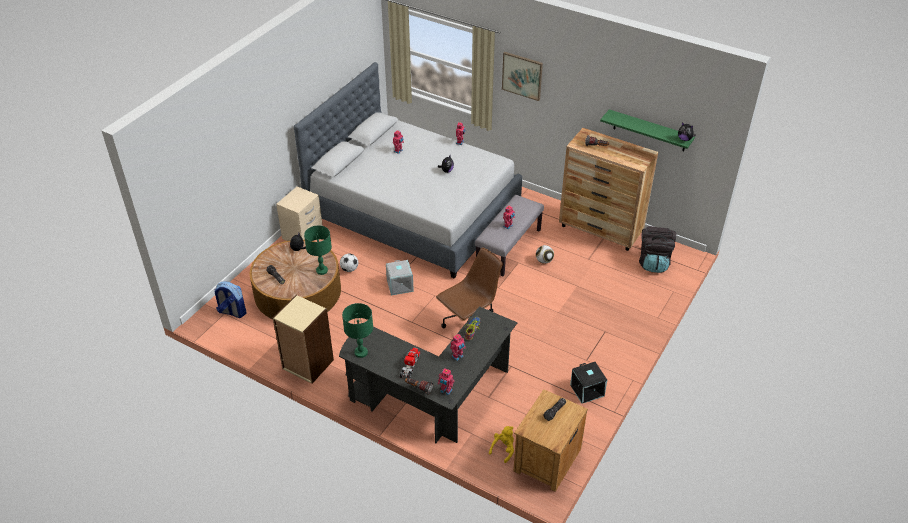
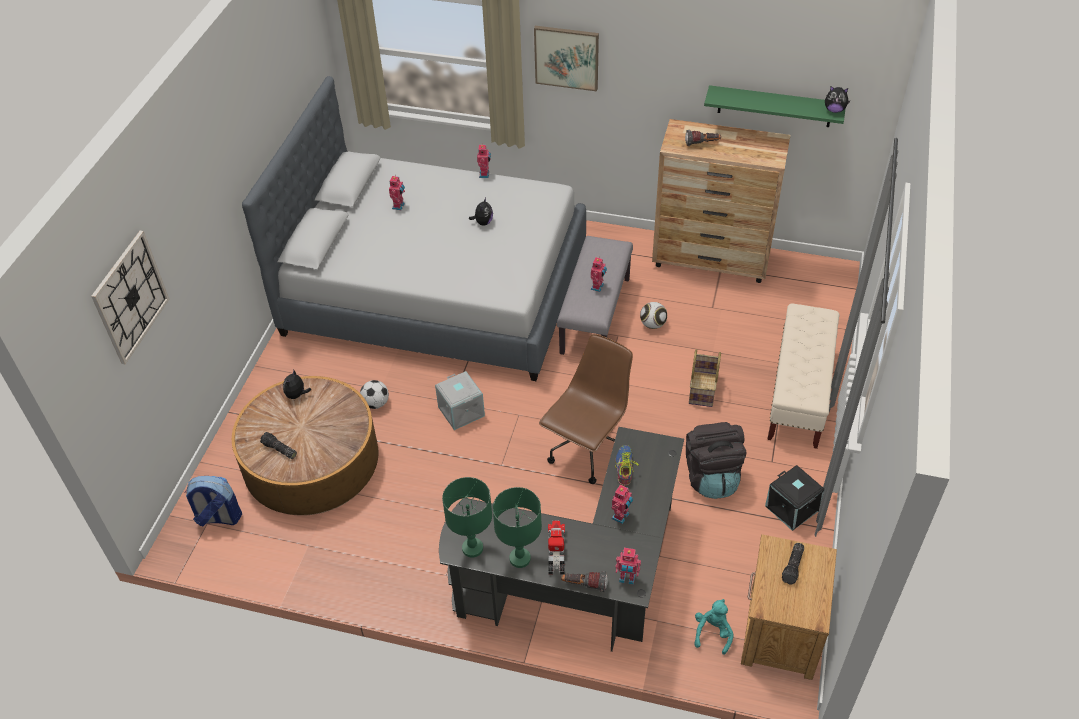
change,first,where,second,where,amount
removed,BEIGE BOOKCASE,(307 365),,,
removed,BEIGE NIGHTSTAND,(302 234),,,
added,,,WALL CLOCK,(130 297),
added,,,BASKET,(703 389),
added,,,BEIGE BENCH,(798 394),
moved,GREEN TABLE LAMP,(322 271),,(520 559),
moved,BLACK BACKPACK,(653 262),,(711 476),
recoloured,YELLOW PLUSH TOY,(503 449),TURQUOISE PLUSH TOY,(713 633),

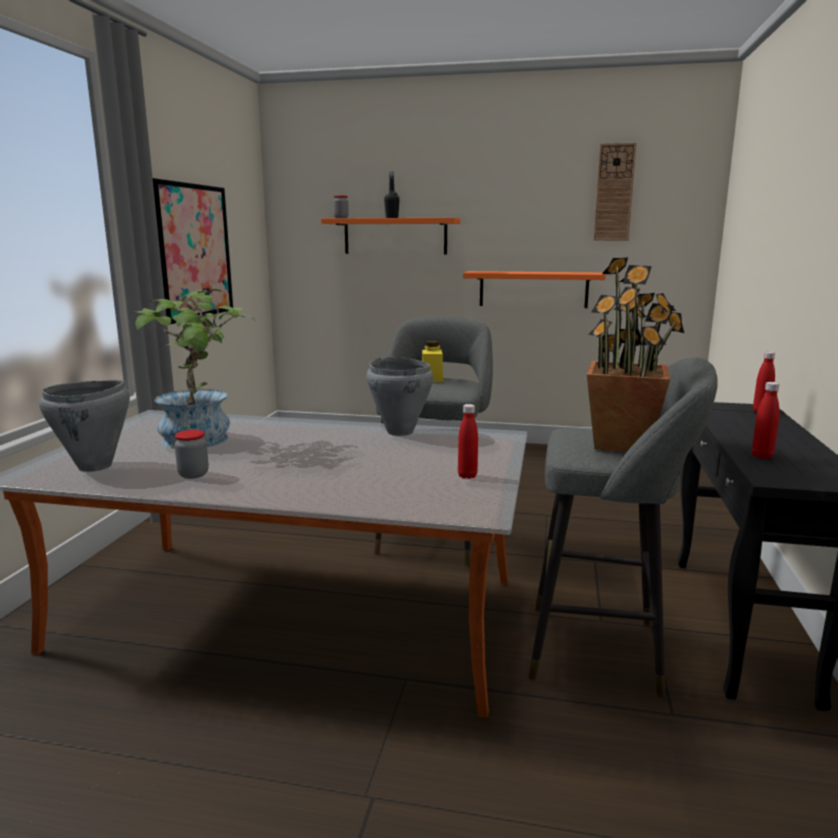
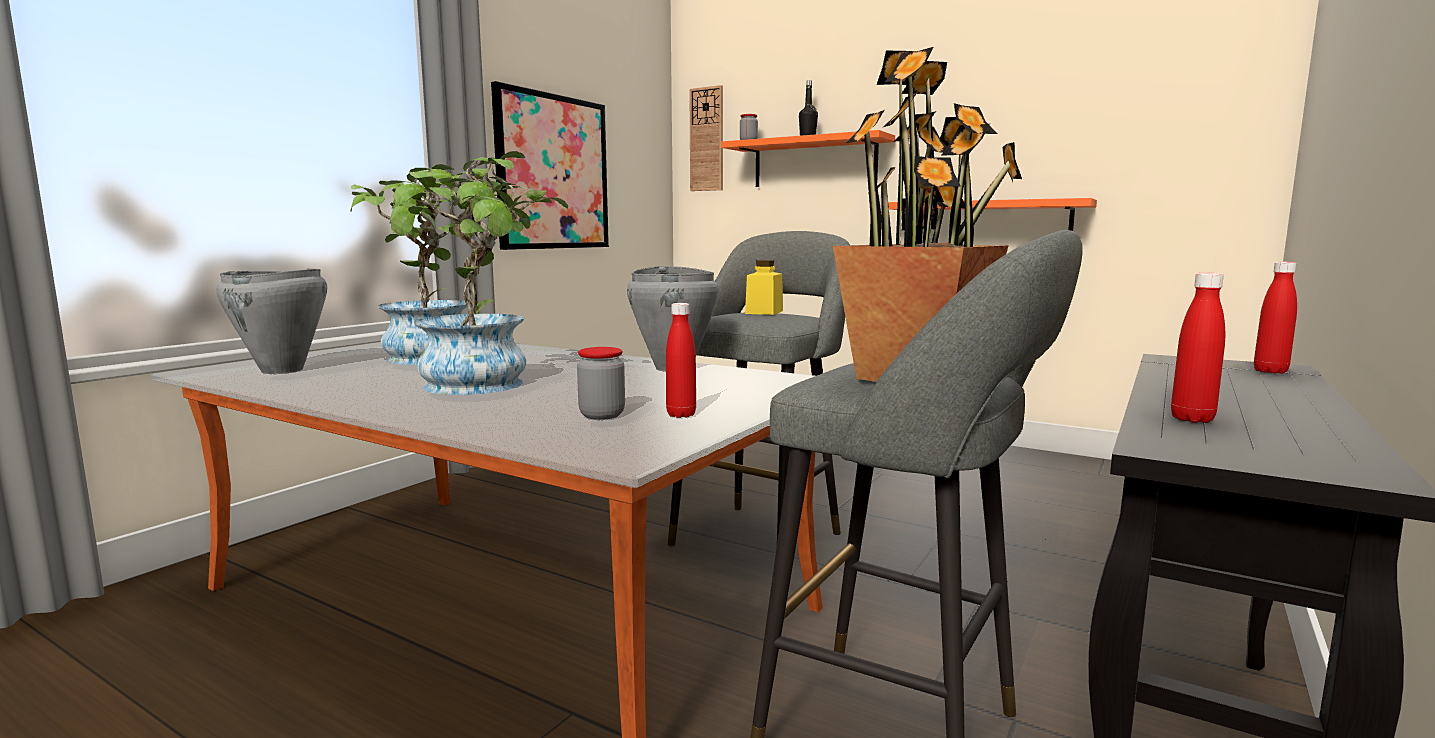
change,first,where,second,where,amount
added,,,POTTED PLANT,(486 386),
moved,JAR,(193 474),,(602 415),
moved,WALL CLOCK,(614 192),,(706 139),

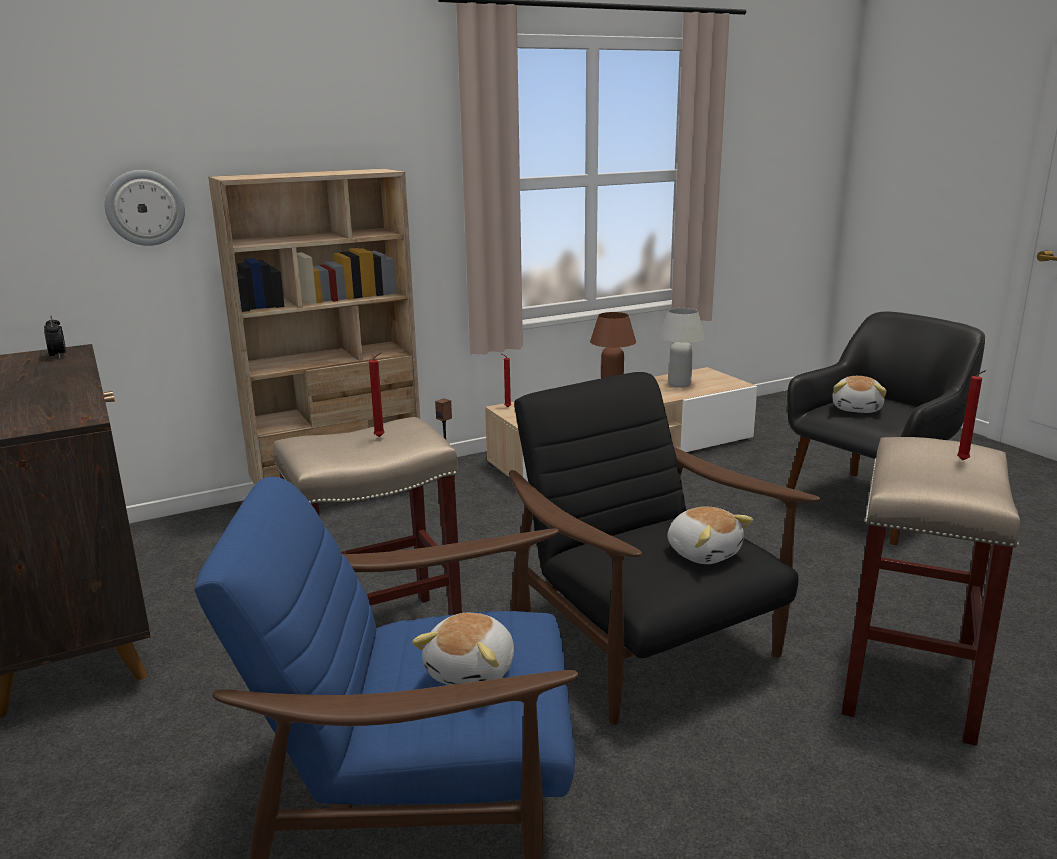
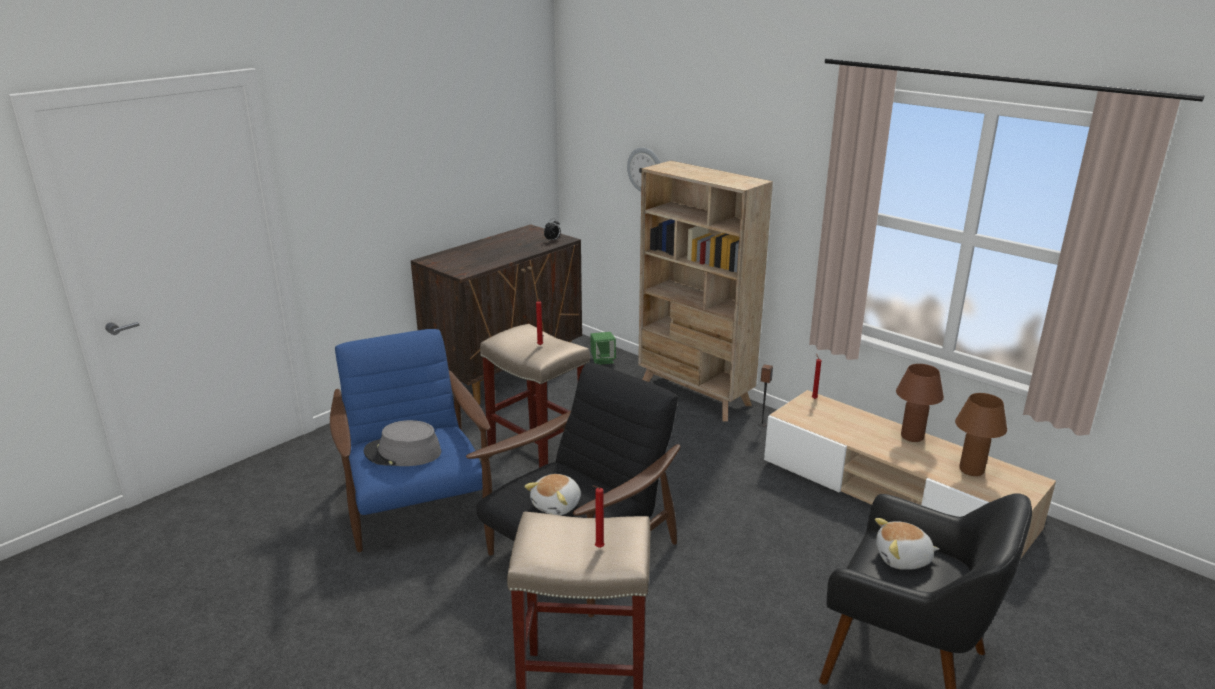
change,first,where,second,where,amount
added,,,GREEN SPEAKER,(603 360),
replaced,PLUSH TOY,(473 671),GREY HAT,(402 453),
recoloured,WHITE TABLE LAMP,(679 384),BROWN TABLE LAMP,(971 470),

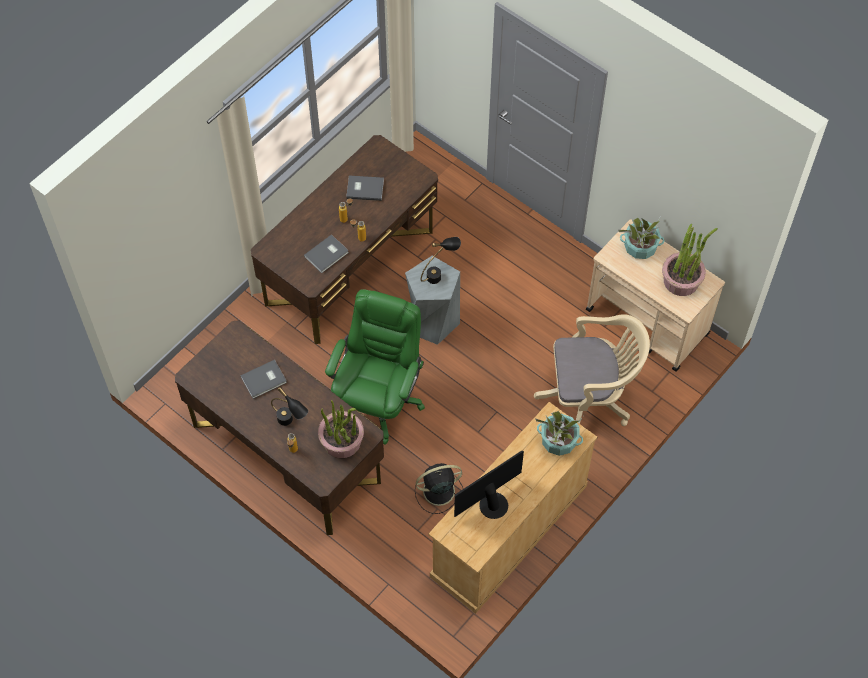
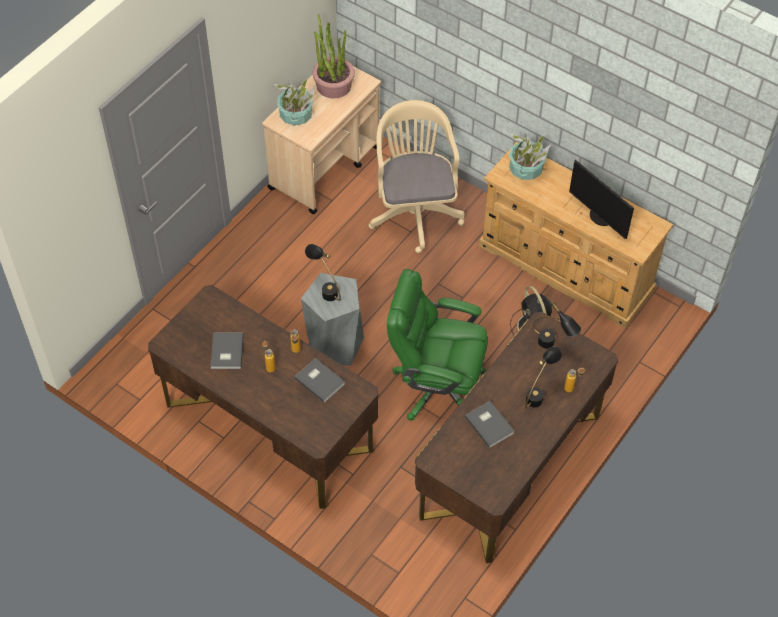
change,first,where,second,where,amount
replaced,POTTED PLANT,(342 441),BLACK TABLE LAMP,(552 346),

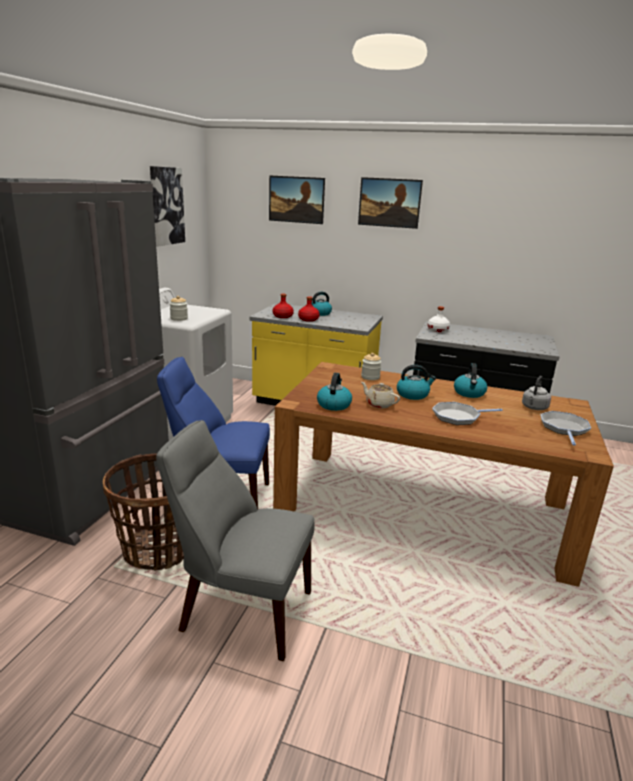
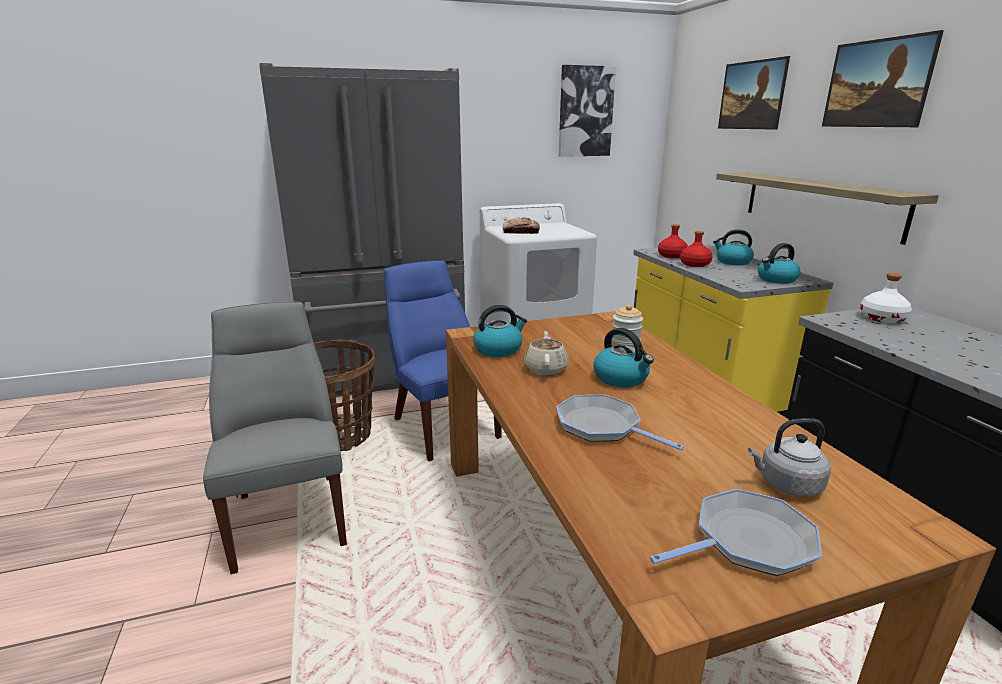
change,first,where,second,where,amount
added,,,SHELF,(820 204),
moved,KETTLE,(469 393),,(776 279),
replaced,JAR,(179 318),BREAD,(521 232),

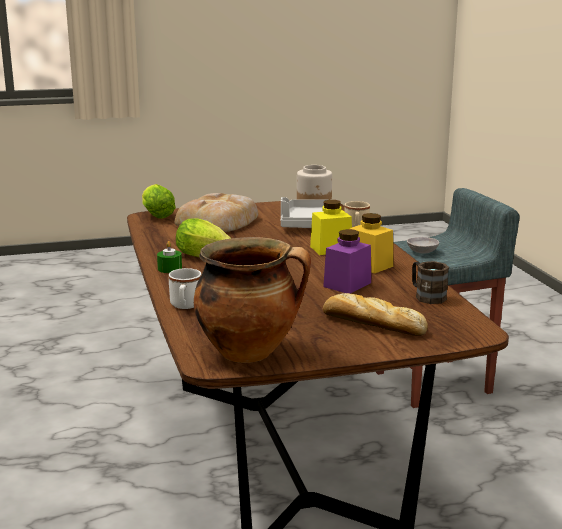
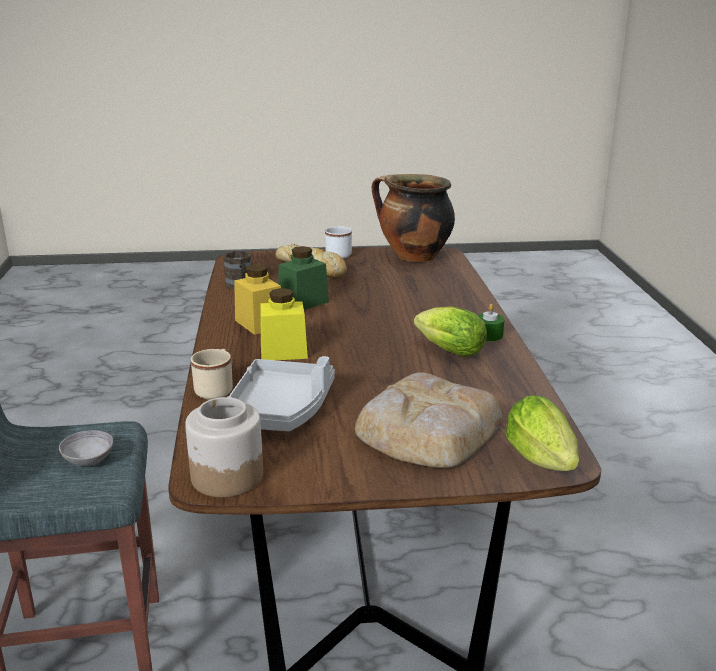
change,first,where,second,where,amount
moved,WHITE MUG,(185 306),,(339 254),
recoloured,PURPLE JAR,(347 285),GREEN JAR,(303 302),

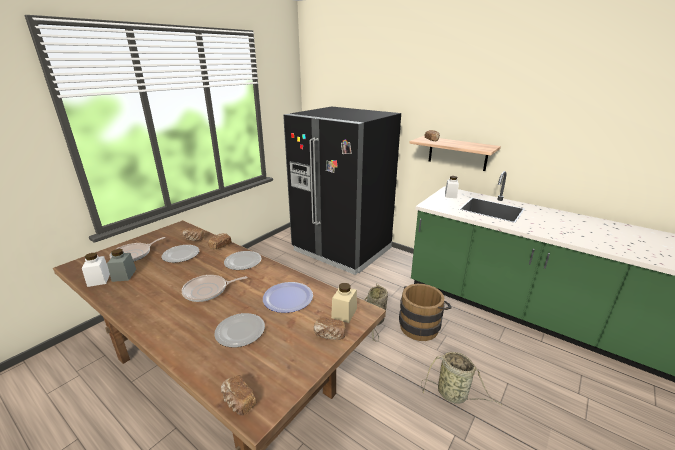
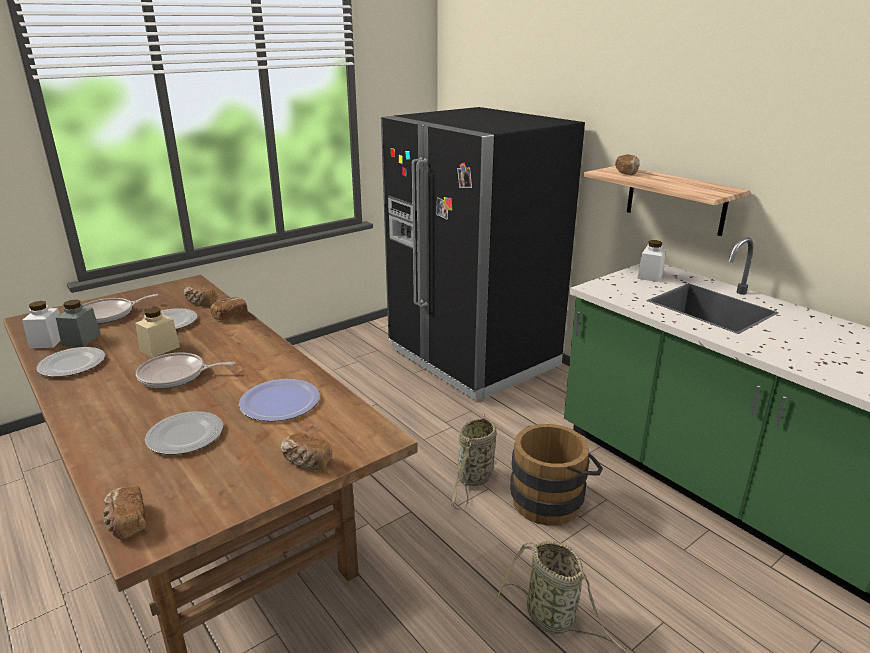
change,first,where,second,where,amount
moved,PLATE,(243 261),,(73 364),
moved,BEIGE JAR,(344 313),,(160 348),

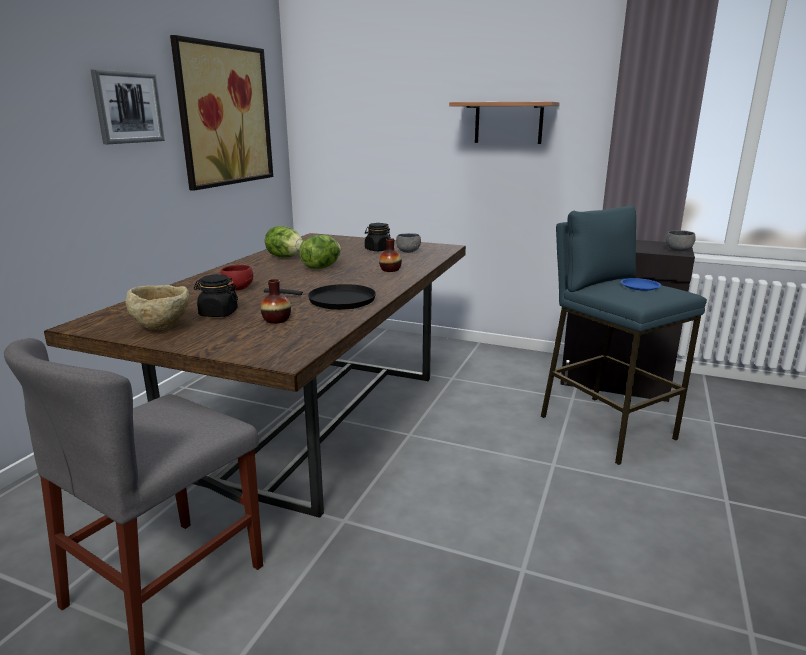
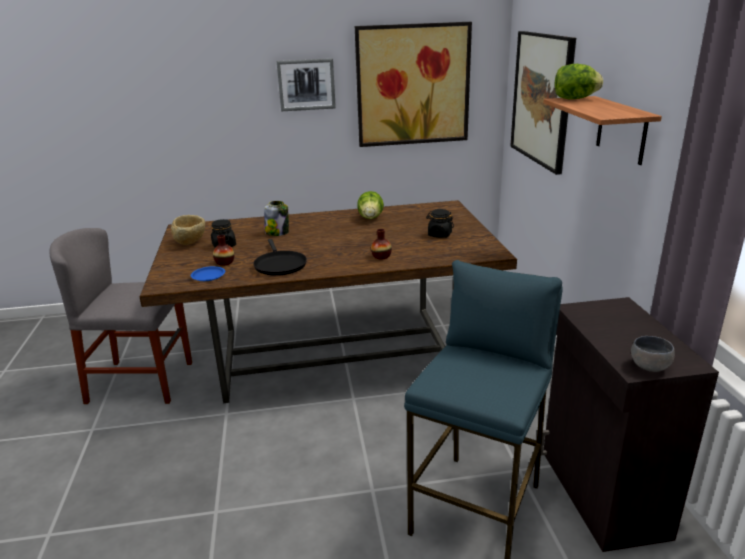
change,first,where,second,where,amount
removed,GREY BOWL,(408 251),,,
added,,,PICTURE,(541 99),
moved,LETTUCE,(321 267),,(574 99),
moved,BLUE PLATE,(640 287),,(208 276),
replaced,RED BOWL,(237 288),JAR,(277 232),

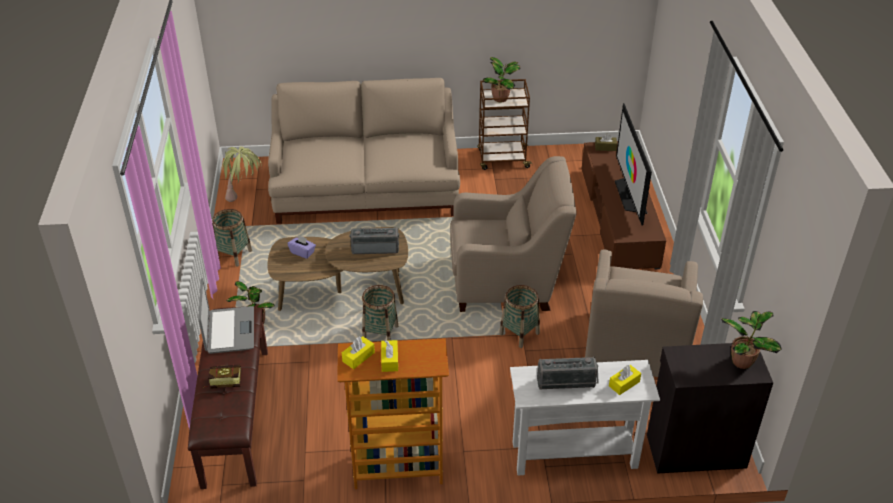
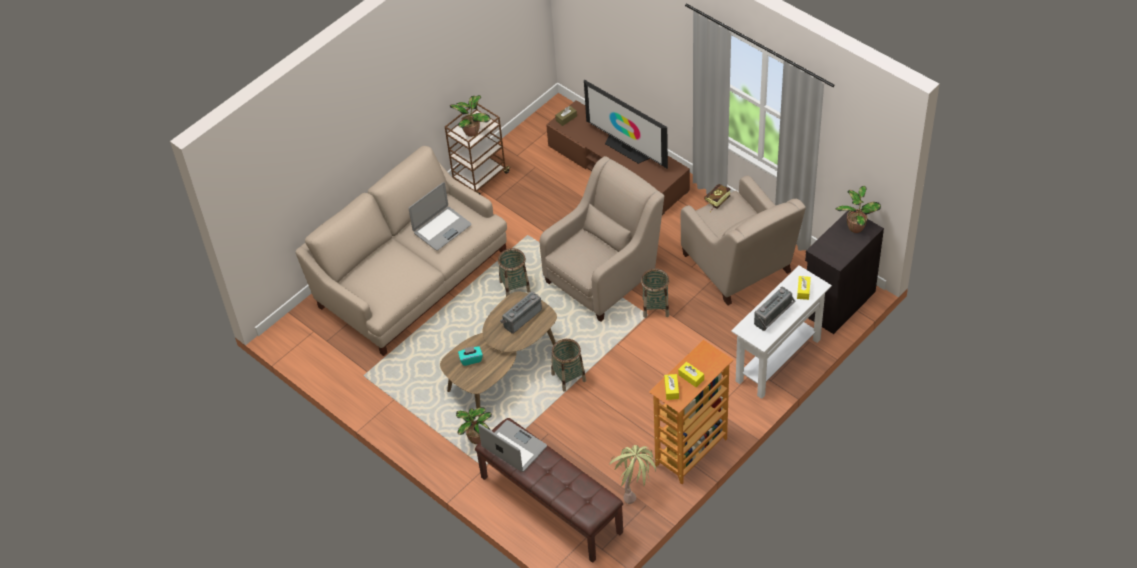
change,first,where,second,where,amount
added,,,LAPTOP,(442 228),
moved,BOOK,(222 382),,(715 202),
moved,BASKET,(233 255),,(514 286),
moved,POTTED PLANT,(245 196),,(635 488),
recoloured,PURPLE TISSUE BOX,(302 252),TURQUOISE TISSUE BOX,(471 359),

